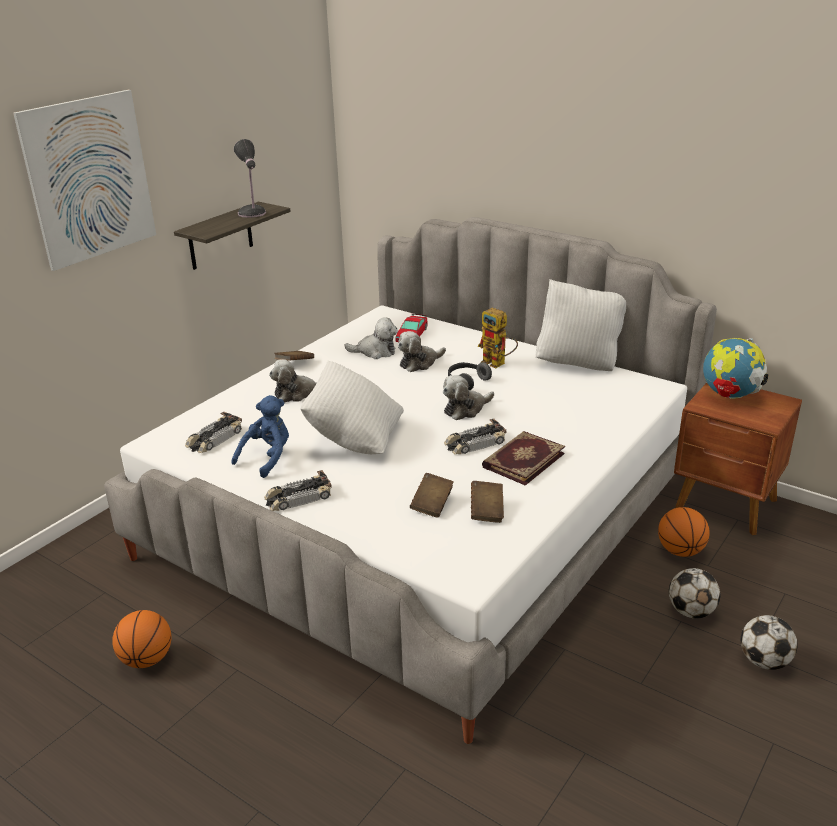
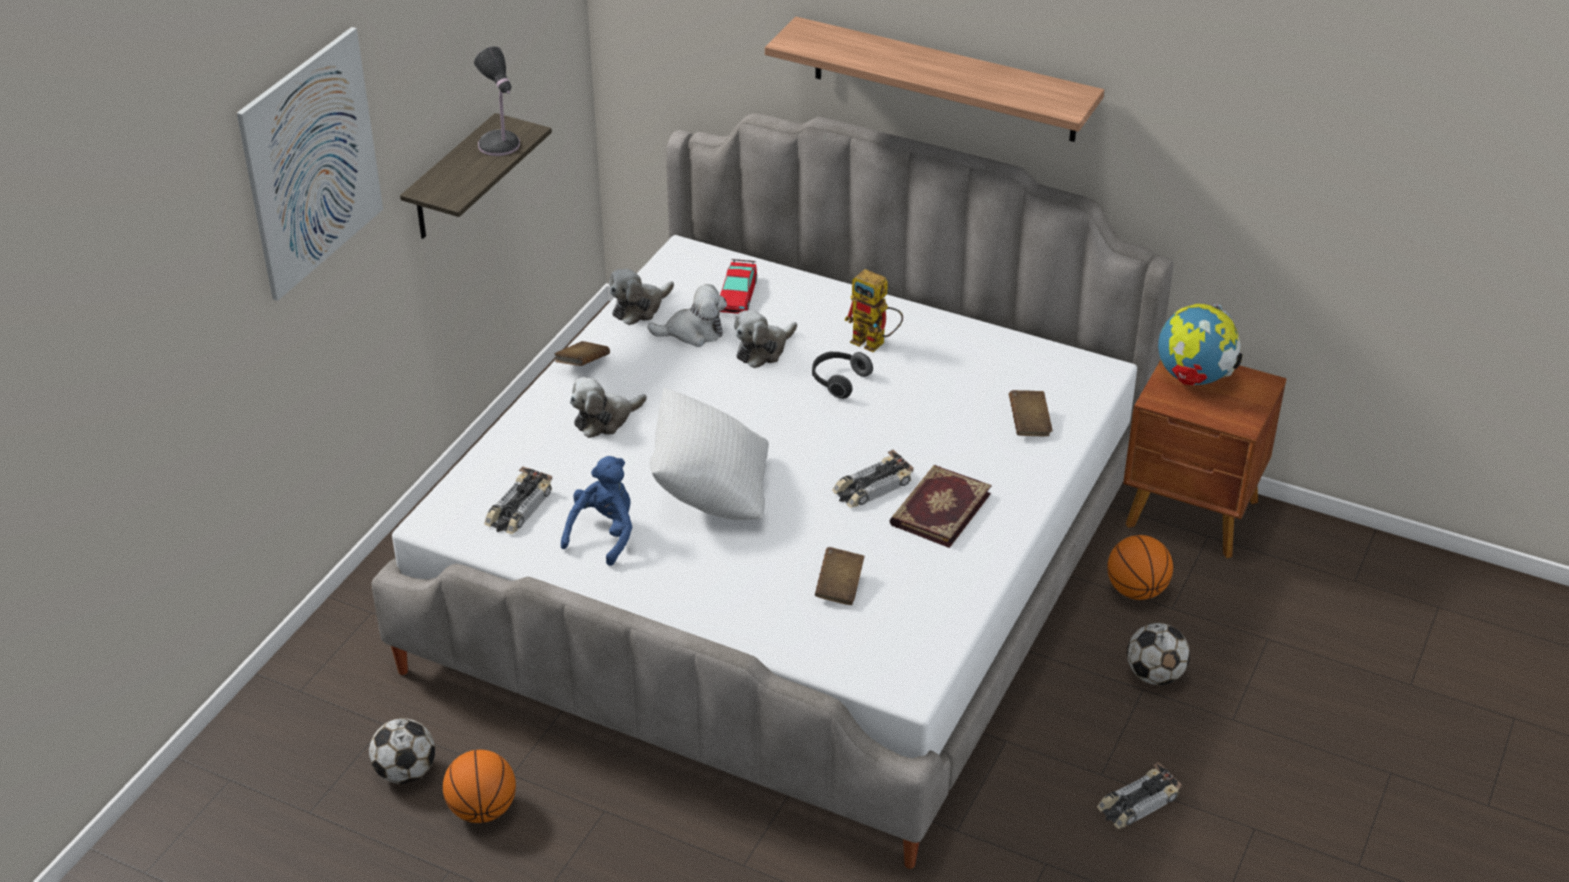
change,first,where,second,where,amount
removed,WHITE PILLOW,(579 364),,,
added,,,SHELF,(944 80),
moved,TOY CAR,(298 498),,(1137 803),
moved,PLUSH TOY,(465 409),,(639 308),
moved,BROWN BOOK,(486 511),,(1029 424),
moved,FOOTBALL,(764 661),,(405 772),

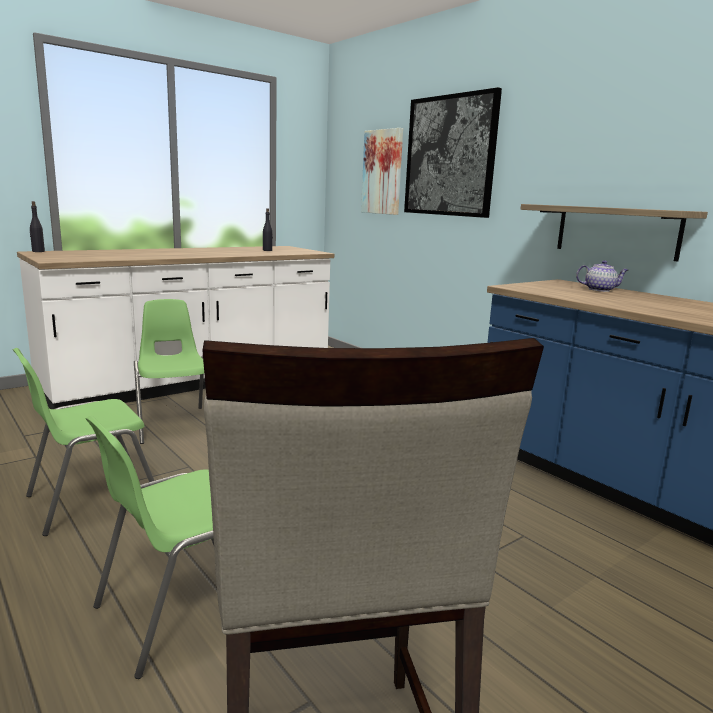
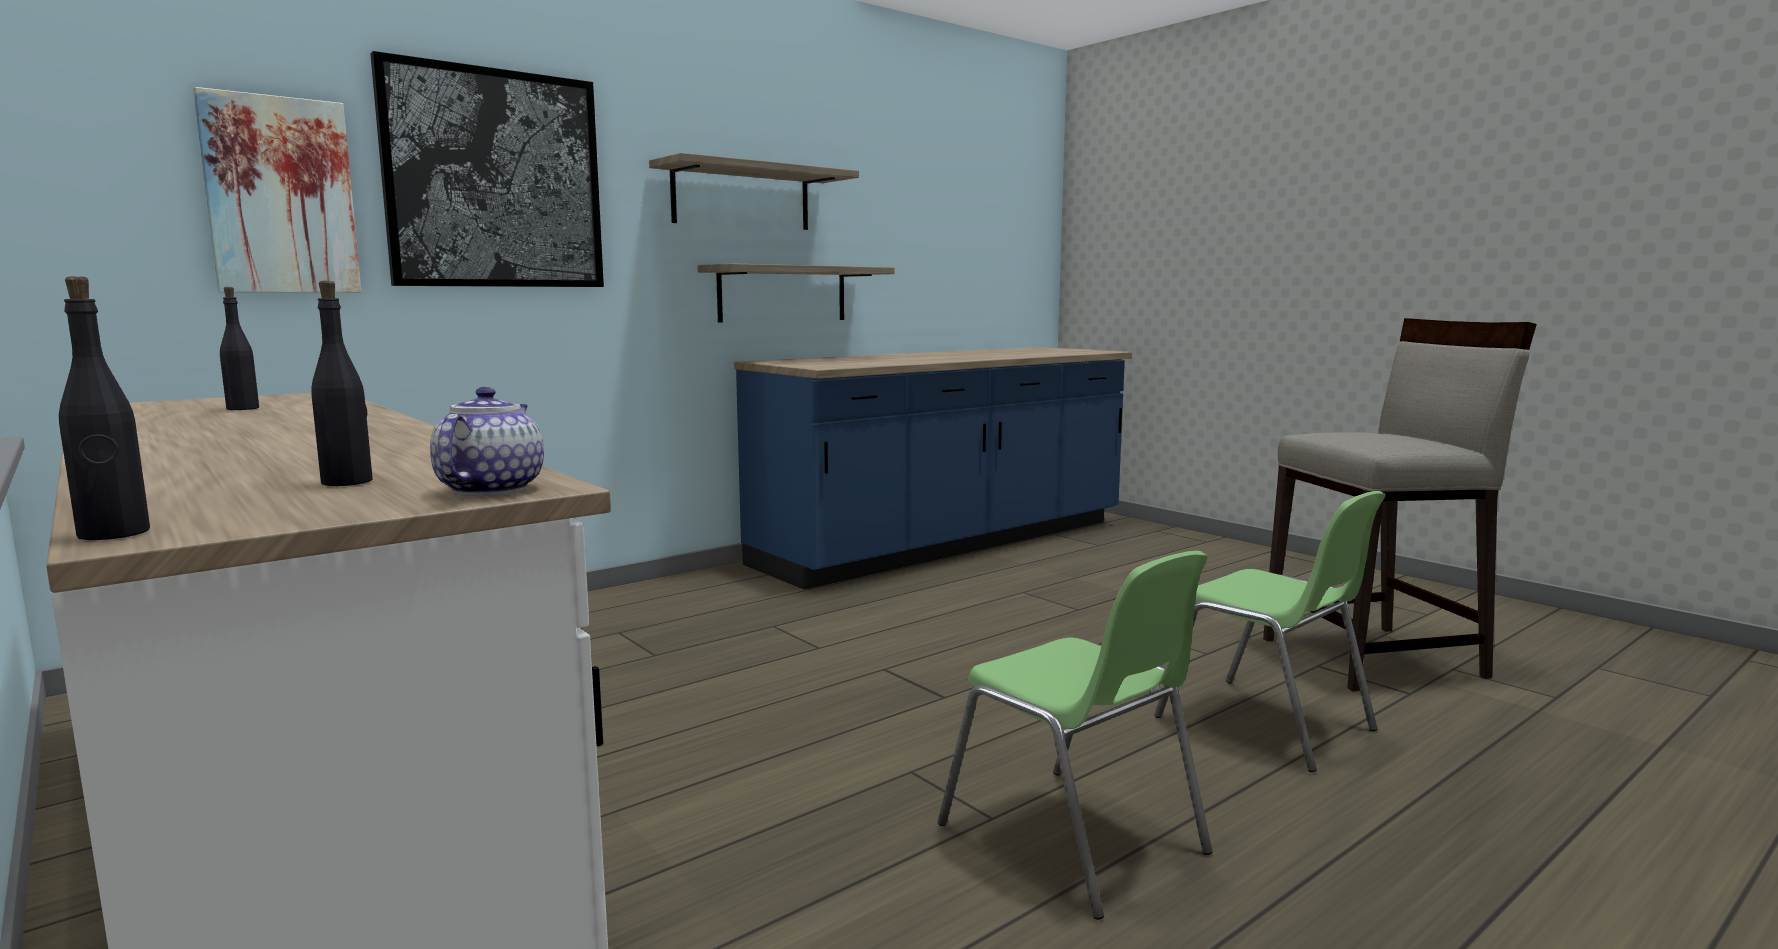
change,first,where,second,where,amount
removed,GREEN CHAIR,(175 424),,,
added,,,BLACK BOTTLE,(347 482),
added,,,SHELF,(741 197),
moved,TEAPOT,(599 290),,(489 489),

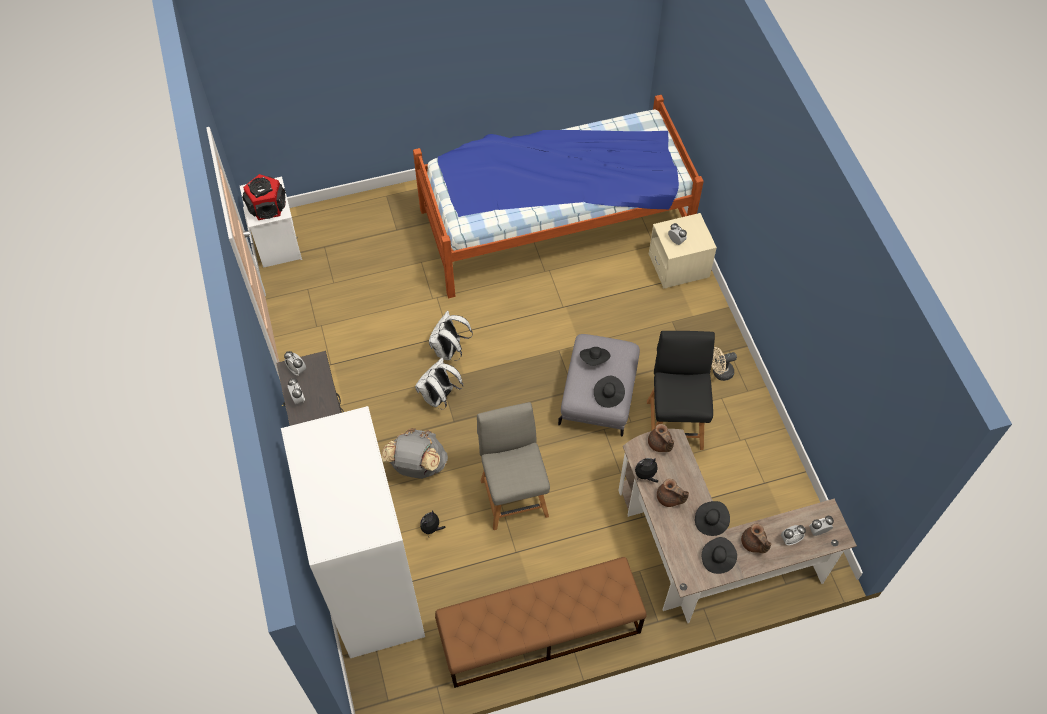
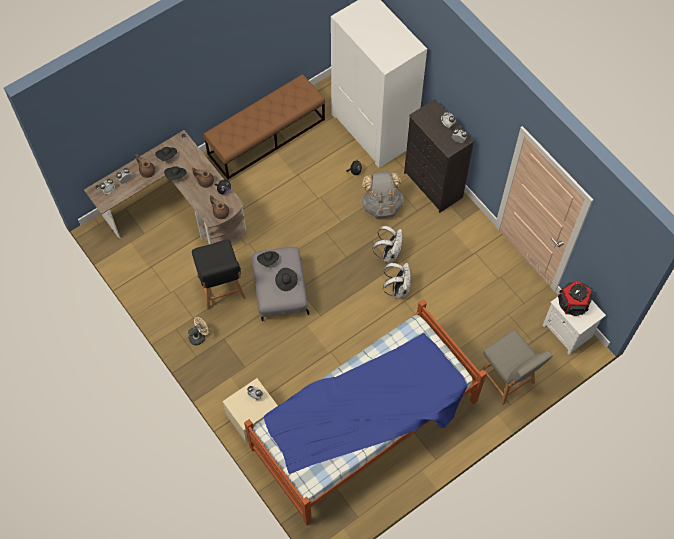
change,first,where,second,where,amount
moved,GREY CHAIR,(513 495),,(507 380),

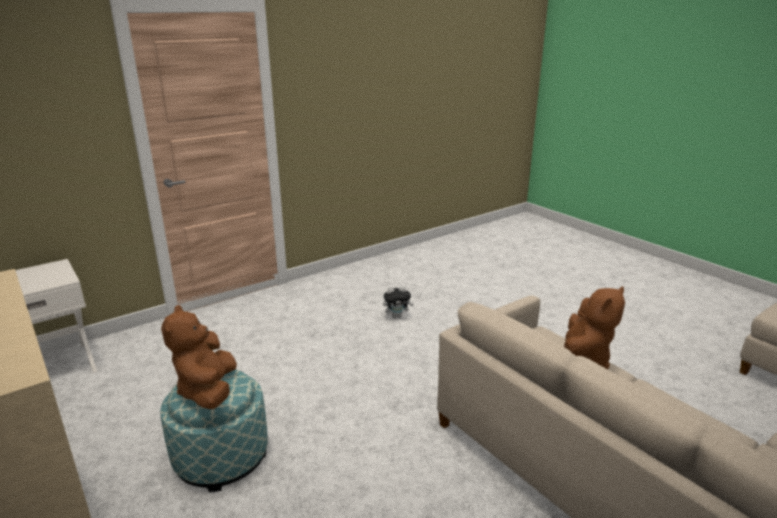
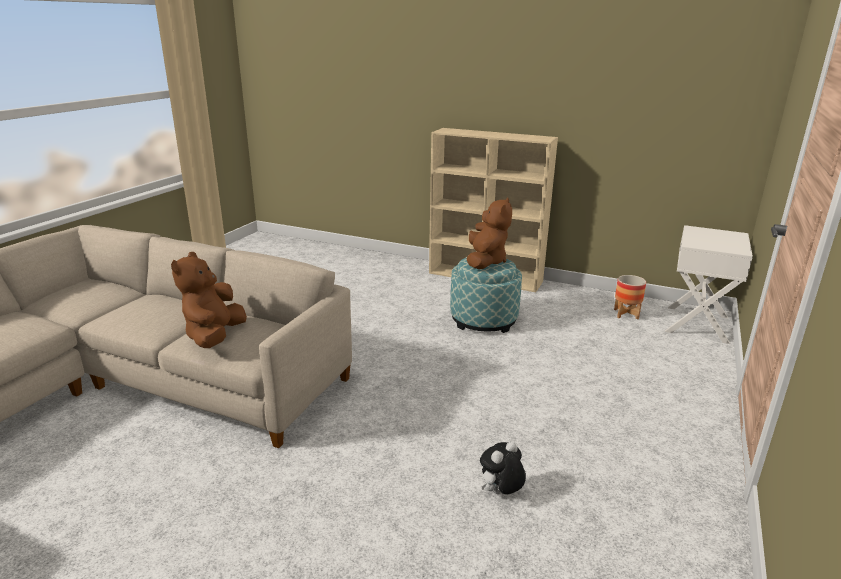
change,first,where,second,where,amount
added,,,PLANTER,(626 314),
turned,BROWN PLUSH TOY,(208 391),,(485 261),45 degrees clockwise

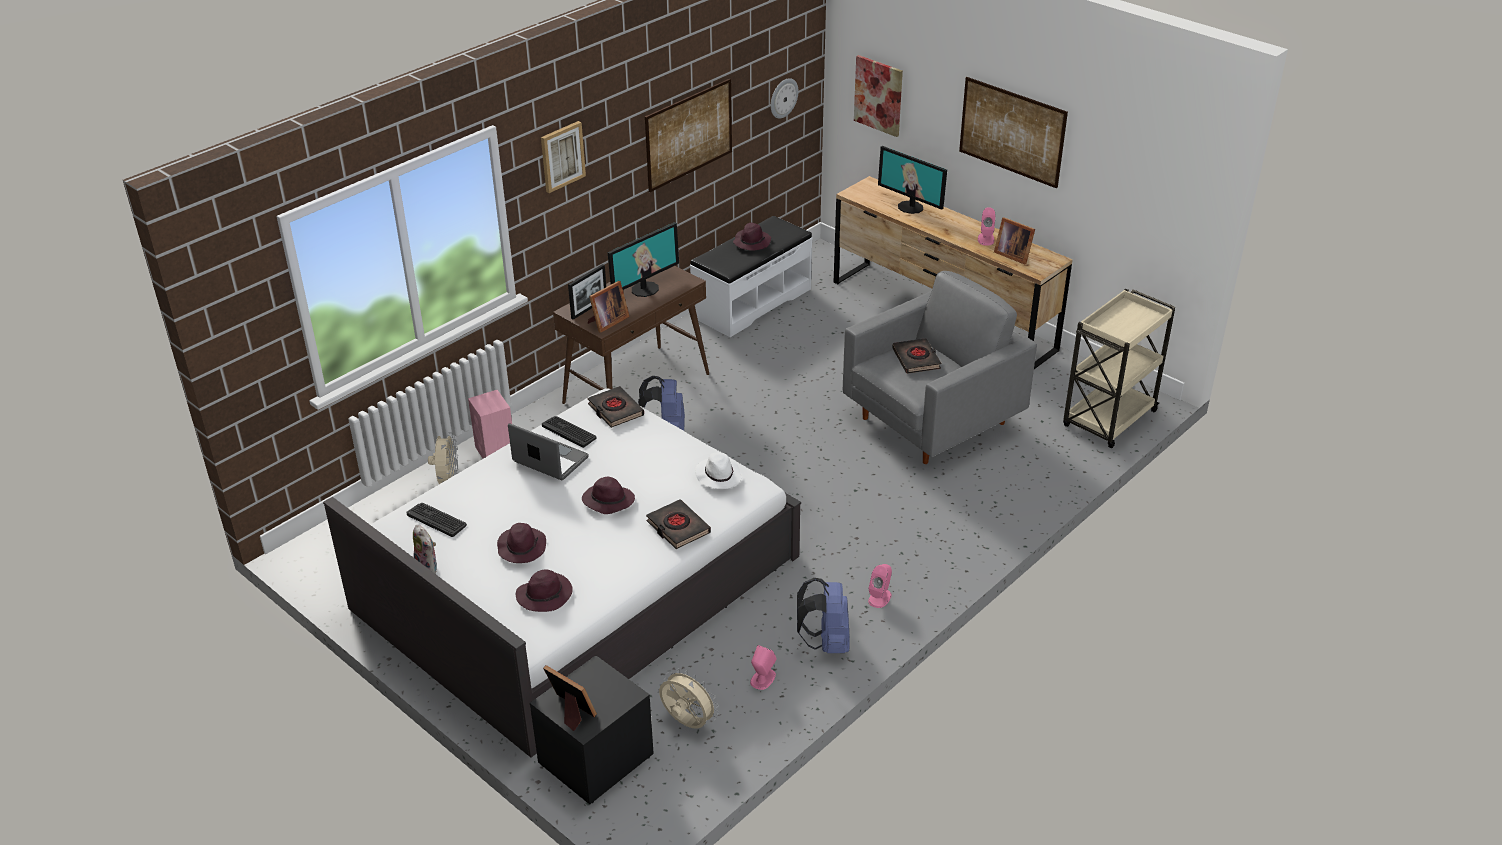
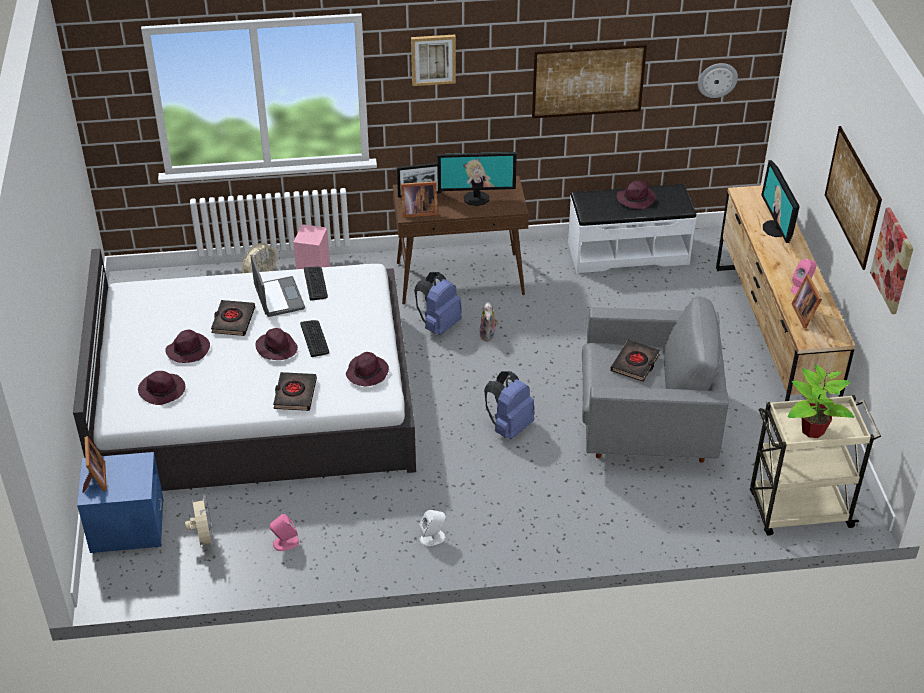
change,first,where,second,where,amount
added,,,POTTED PLANT,(812 429),
moved,KEYBOARD,(437 519),,(314 338),
moved,PLUSH TOY,(428 568),,(488 335),
moved,BLACK BOOK,(615 410),,(233 321),
moved,BLUE BACKPACK,(826 642),,(509 427),
moved,PICTURE,(878 95),,(893 260),
recoloured,BLACK NIGHTSTAND,(595 759),BLUE NIGHTSTAND,(127 527),
recoloured,WHITE HAT,(718 476),PURPLE HAT,(367 372),
recoloured,PINK SPEAKER,(880 597),WHITE SPEAKER,(432 538),

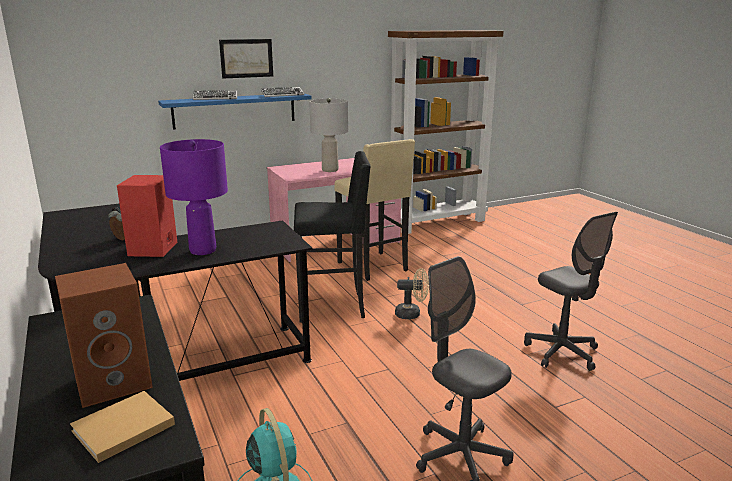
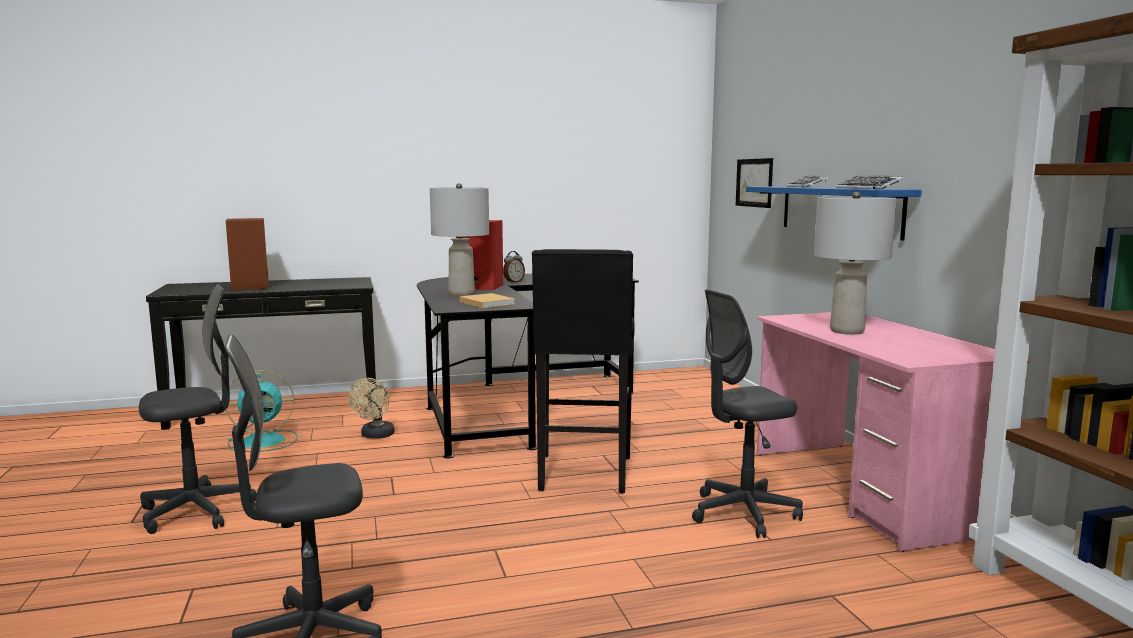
change,first,where,second,where,amount
moved,BEIGE BOOK,(120 429),,(486 302),
moved,PICTURE,(246 58),,(754 182),
moved,BEIGE FAN,(412 314),,(375 436),
replaced,BEIGE STOOL,(374 267),GREY OFFICE CHAIR,(743 513),
recoloured,PURPLE TABLE LAMP,(203 250),GREY TABLE LAMP,(461 294),

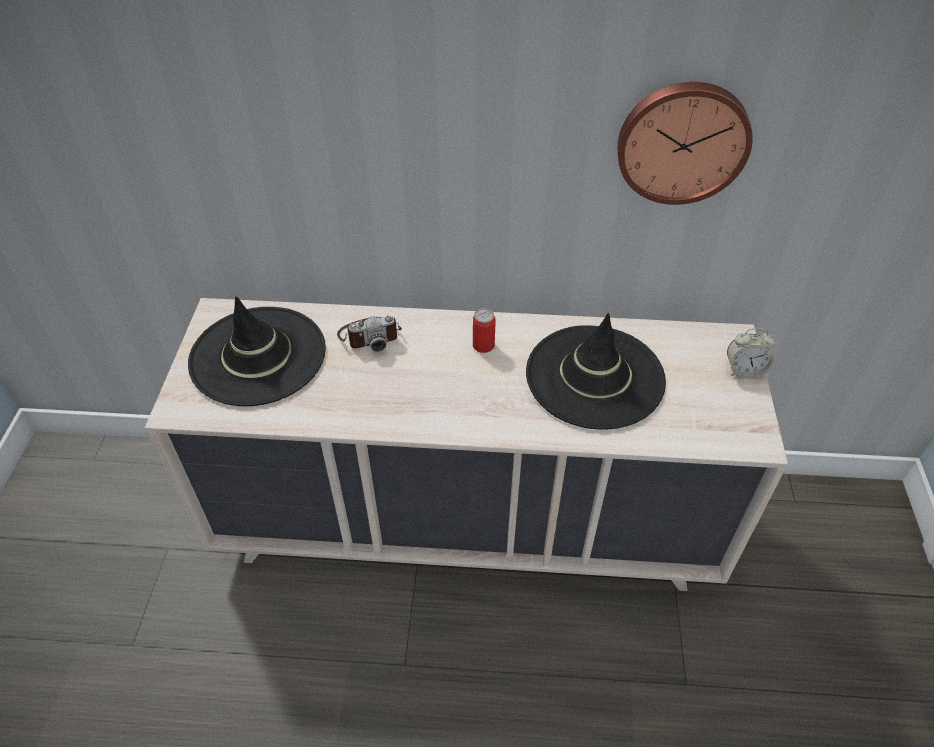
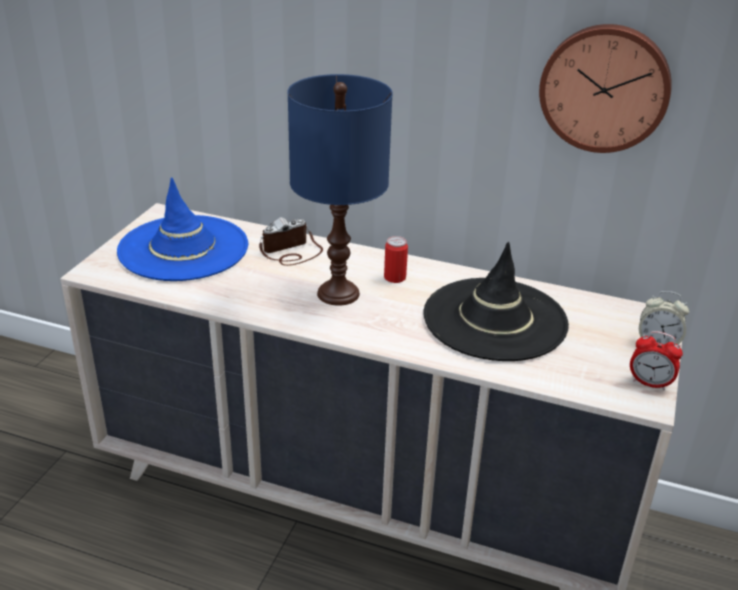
change,first,where,second,where,amount
added,,,BLUE TABLE LAMP,(339 293),
added,,,ALARM CLOCK,(649 383),
recoloured,BLACK HAT,(258 356),BLUE HAT,(183 248),
turned,PHOTO CAMERA,(369 335),,(291 252),150 degrees clockwise

